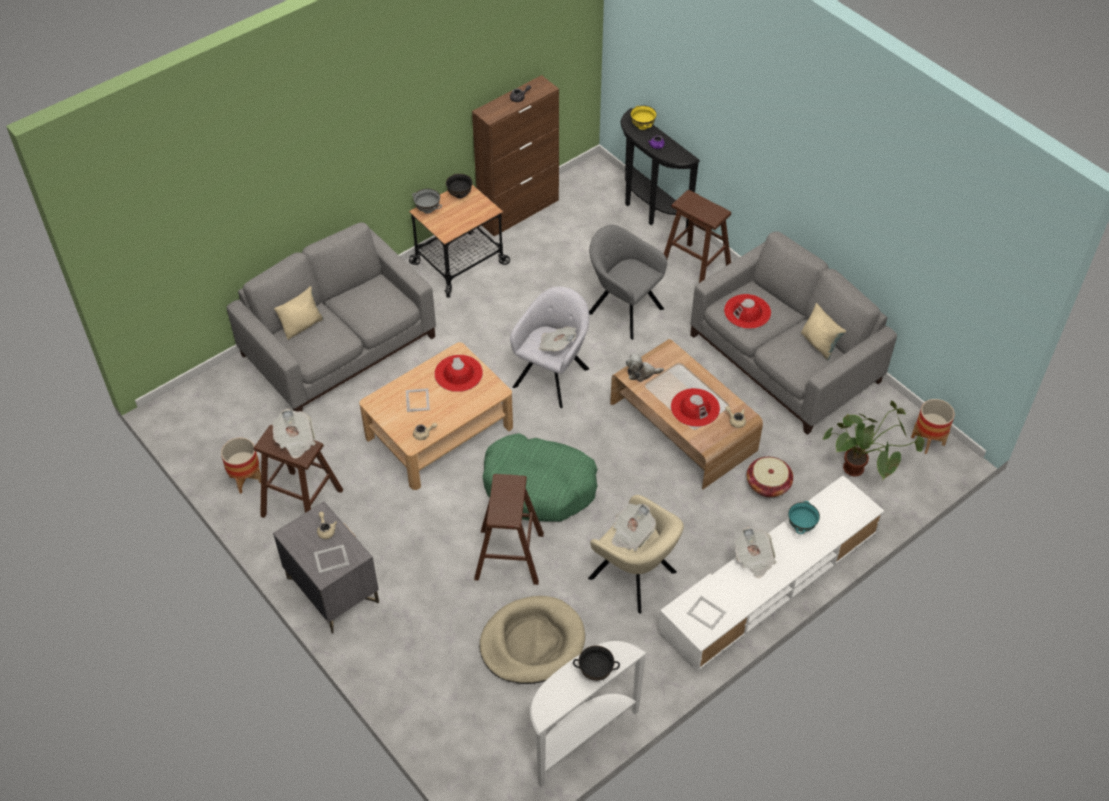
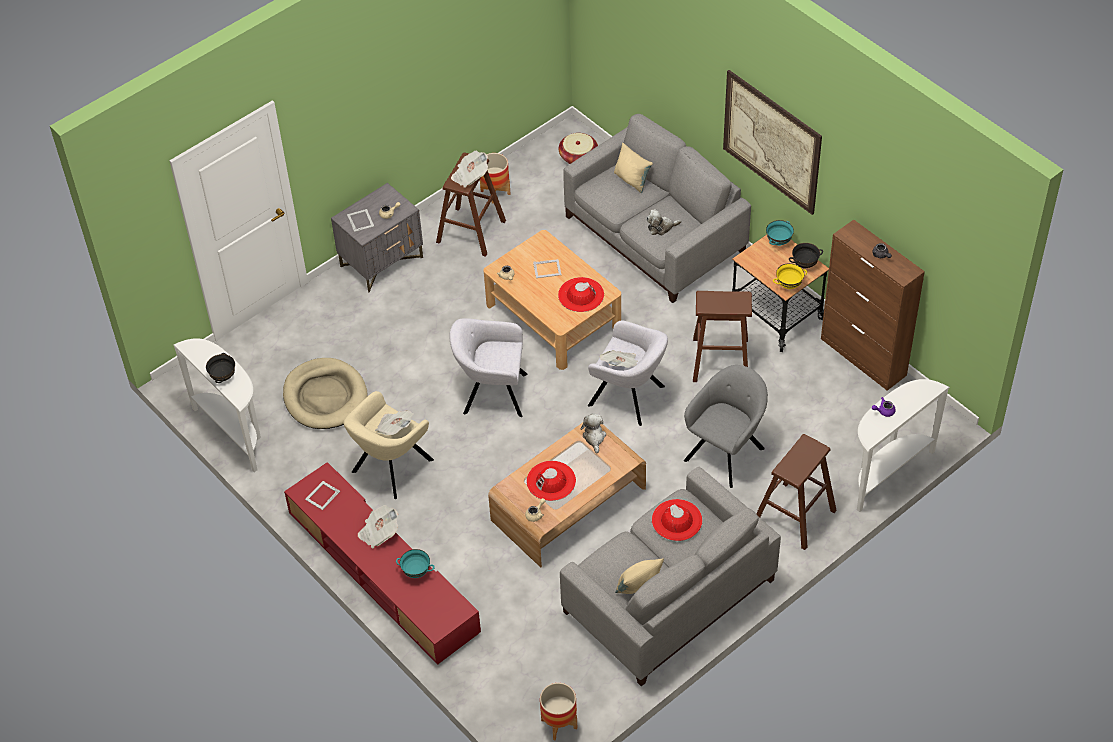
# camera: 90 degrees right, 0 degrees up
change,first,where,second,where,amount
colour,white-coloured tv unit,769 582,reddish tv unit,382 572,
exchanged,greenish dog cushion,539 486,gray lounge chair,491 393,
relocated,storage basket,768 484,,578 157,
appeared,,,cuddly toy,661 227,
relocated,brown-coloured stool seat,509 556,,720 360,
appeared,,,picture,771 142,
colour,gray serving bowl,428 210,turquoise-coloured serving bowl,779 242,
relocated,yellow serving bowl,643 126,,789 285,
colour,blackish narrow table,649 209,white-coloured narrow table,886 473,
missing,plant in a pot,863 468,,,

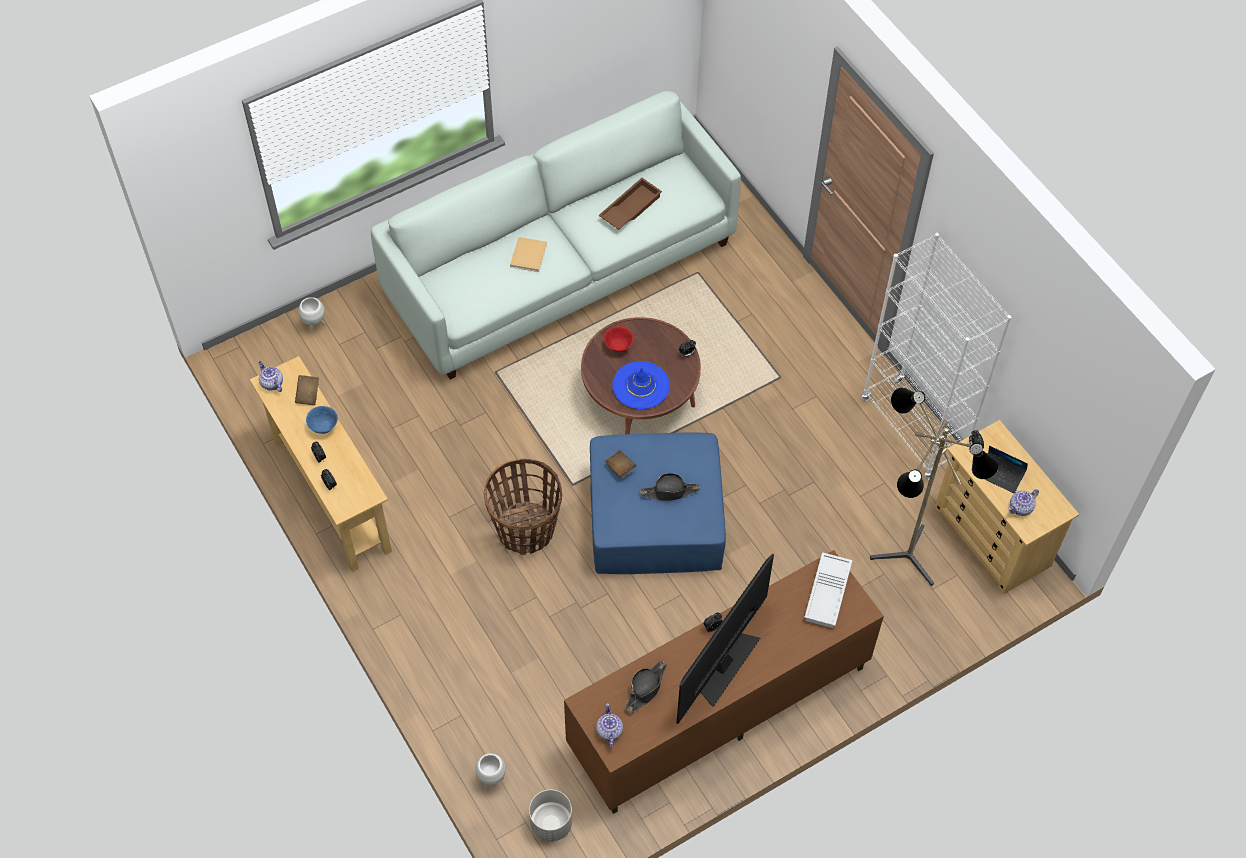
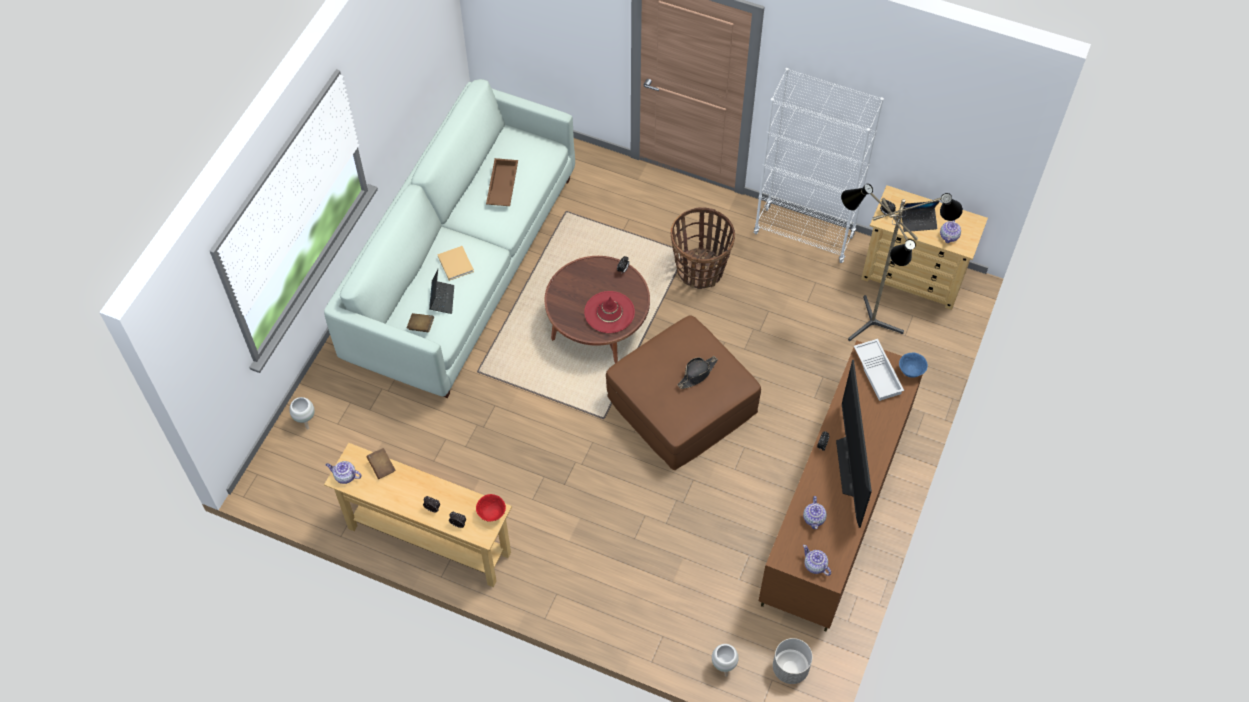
# camera: 35 degrees left, 0 degrees up
change,first,where,second,where,amount
relocated,brown-coloured book,620 468,,421 326,
appeared,,,portable computer,442 299,
relocated,reddish serving bowl,618 346,,491 514,
colour,bluish clothing hat,641 385,reddish clothing hat,609 312,
colour,bluish ottoman,656 518,brown-coloured ottoman,682 404,
relocated,storage basket,526 529,,700 270,
exchanged,blackish clothing hat,646 688,tea pot,814 518,
relocated,bluish serving bowl,324 427,,911 371,

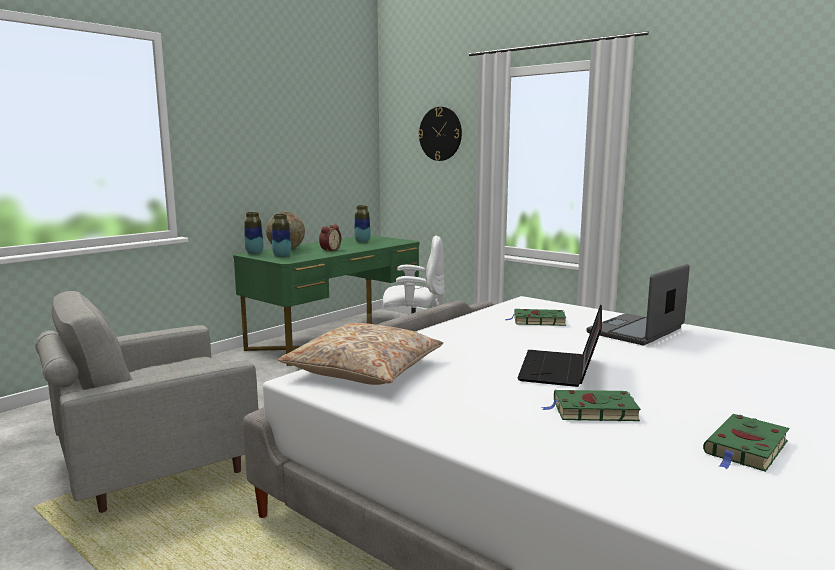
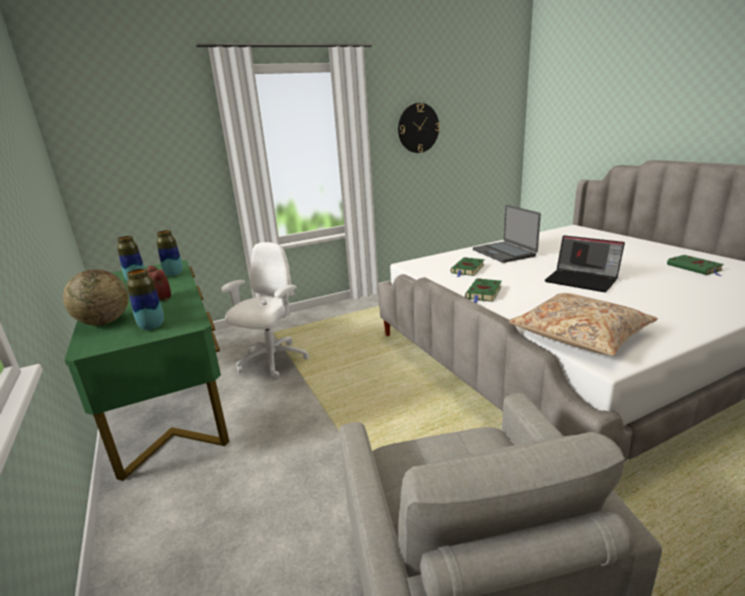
# camera: 65 degrees left, 10 degrees up
change,first,where,second,where,amount
relocated,vase,254 253,,174 274,
relocated,clock on the wall,440 134,,418 128,
relocated,greenish book,592 411,,483 293,

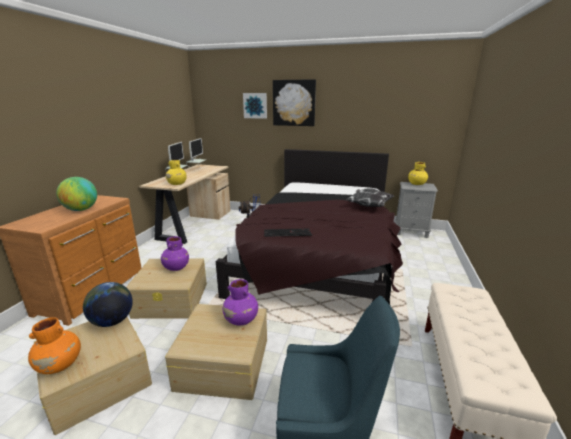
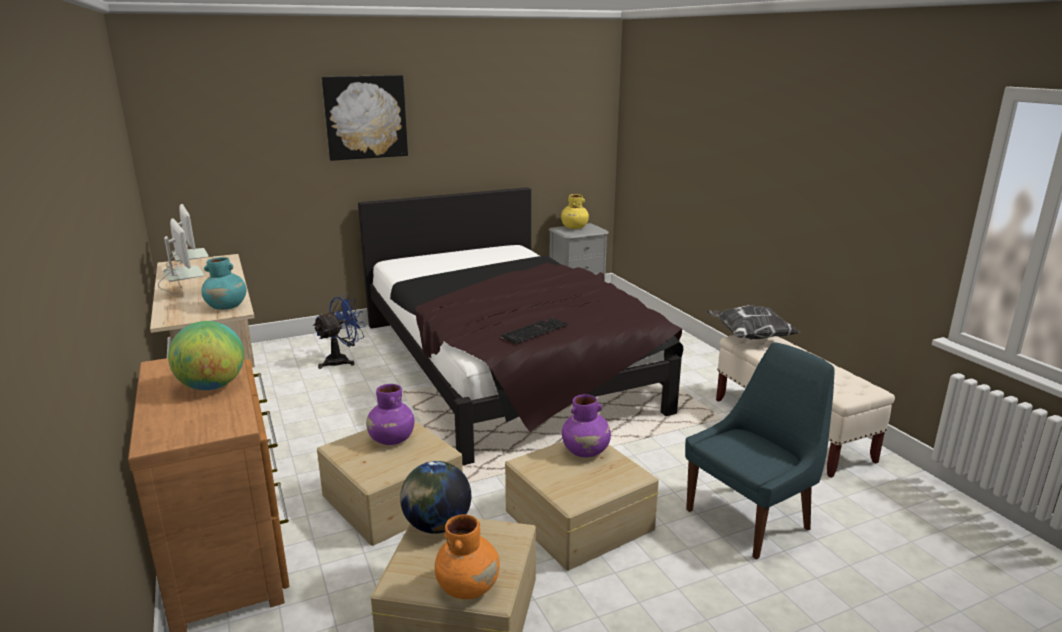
# camera: 40 degrees left, 0 degrees up
change,first,where,second,where,amount
colour,yellow vase,177 184,turquoise-coloured vase,227 307,
relocated,throw pillow,368 206,,749 336,
missing,picture,255 105,,,

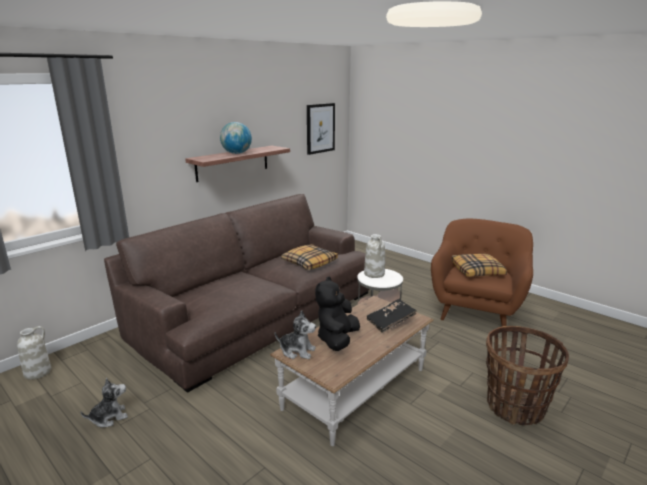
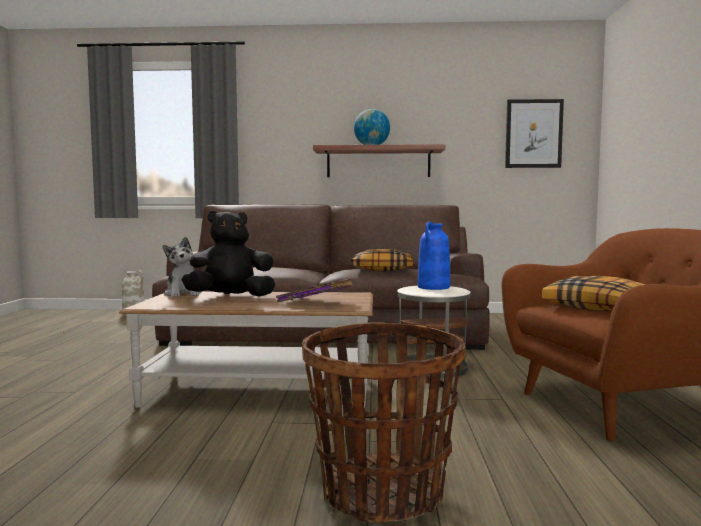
# camera: 50 degrees right, 15 degrees down
change,first,where,second,where,amount
colour,blackish book,390 322,purple-coloured book,315 303,
colour,white-coloured vase,374 274,bluish vase,433 287,
missing,cuddly toy,109 417,,,

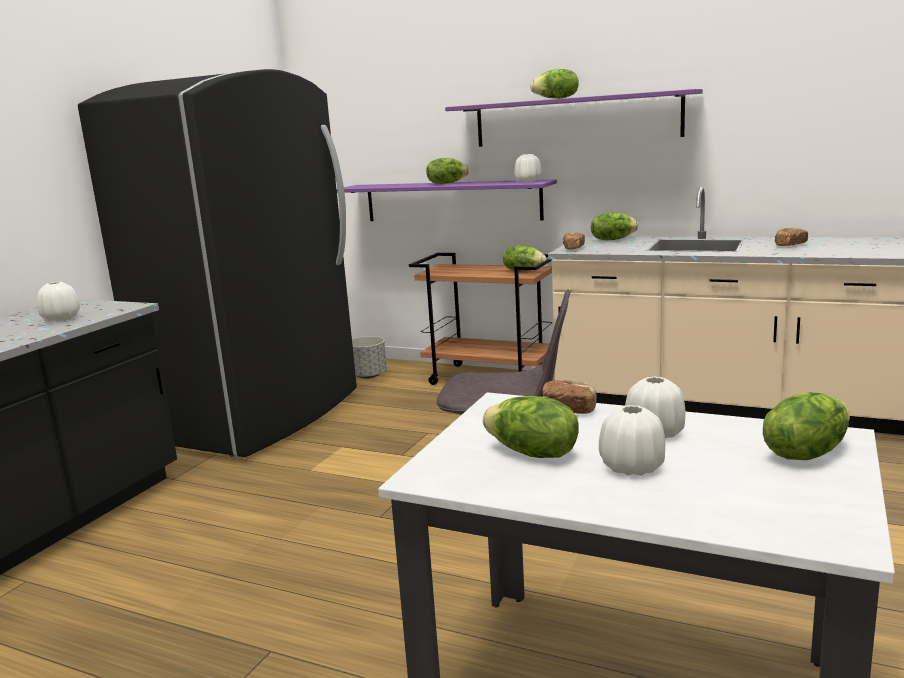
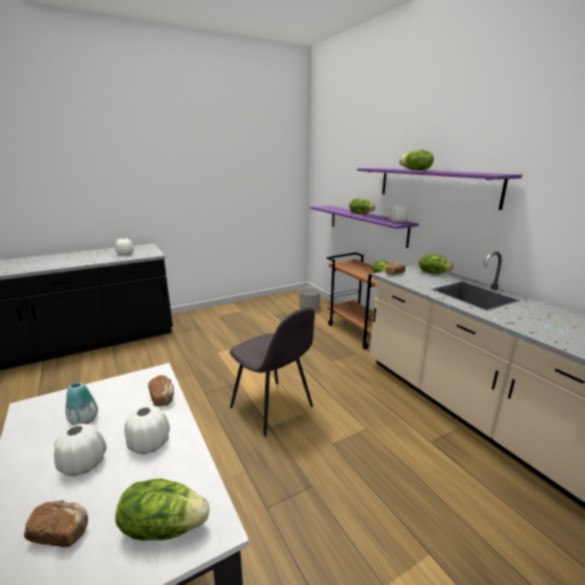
# camera: 35 degrees right, 5 degrees up
change,first,where,second,where,amount
relocated,bakery bread,789 245,,61 532,
exchanged,lettuce head,532 453,vase,84 420,
missing,blackish refrigerator,259 416,,,

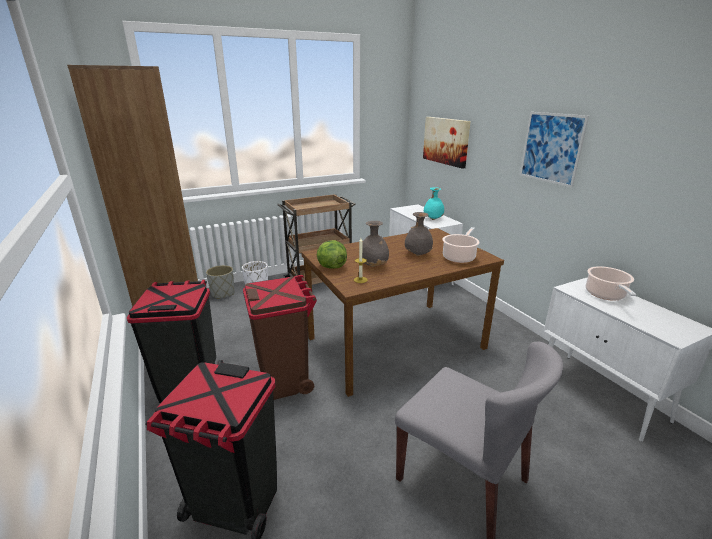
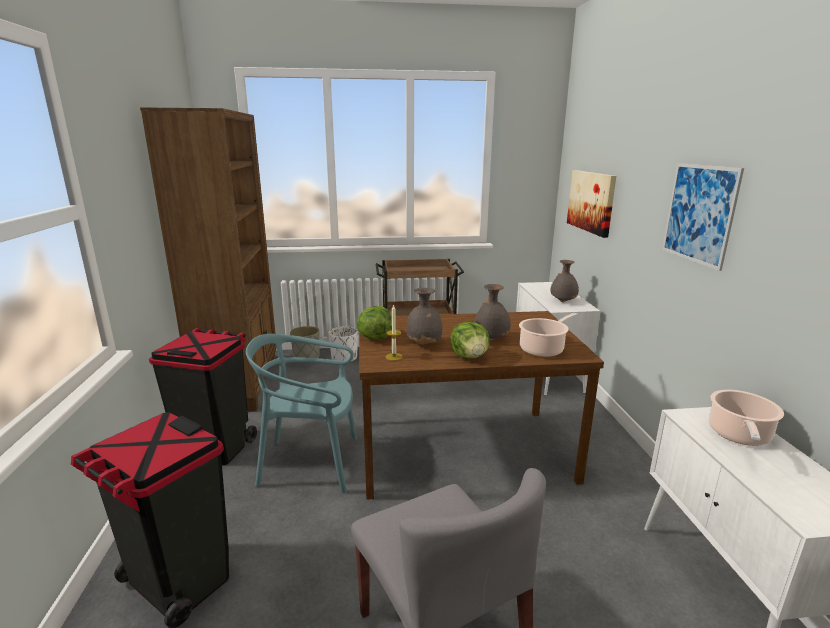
# camera: 20 degrees right, 5 degrees down
change,first,where,second,where,amount
exchanged,brown-coloured rubbish bin,285 379,turquoise-coloured upright chair,311 463,
appeared,,,lettuce head,470 357,
colour,turquoise-coloured vase,433 219,gray vase,563 301,

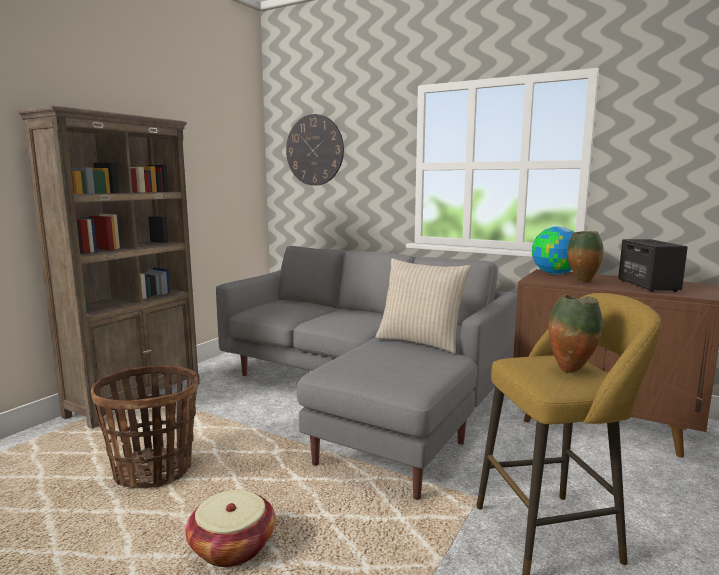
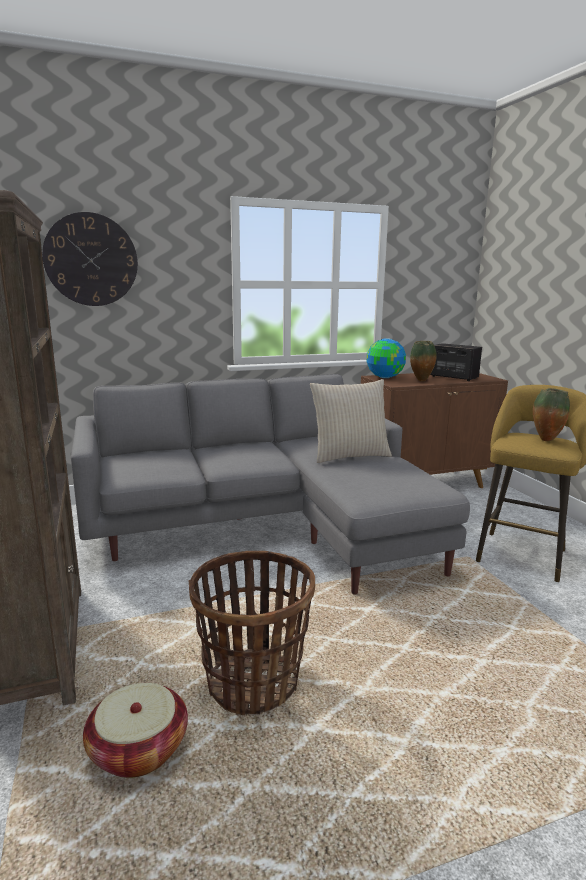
# camera: 50 degrees left, 5 degrees up
change,first,where,second,where,amount
relocated,storage basket,232 547,,138 749,

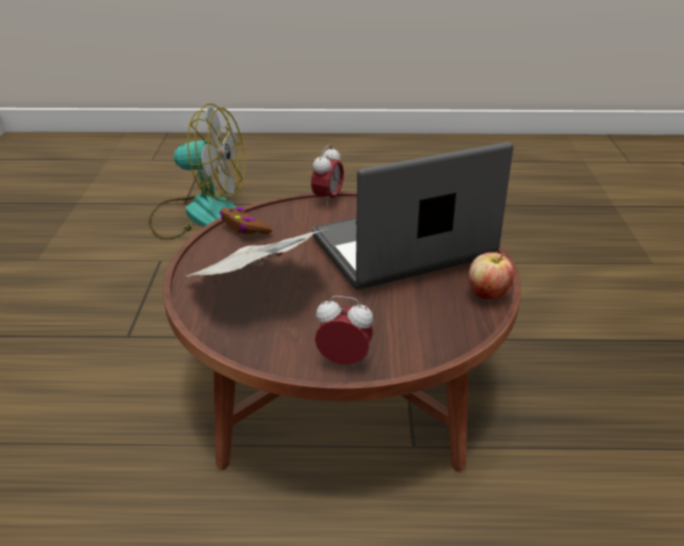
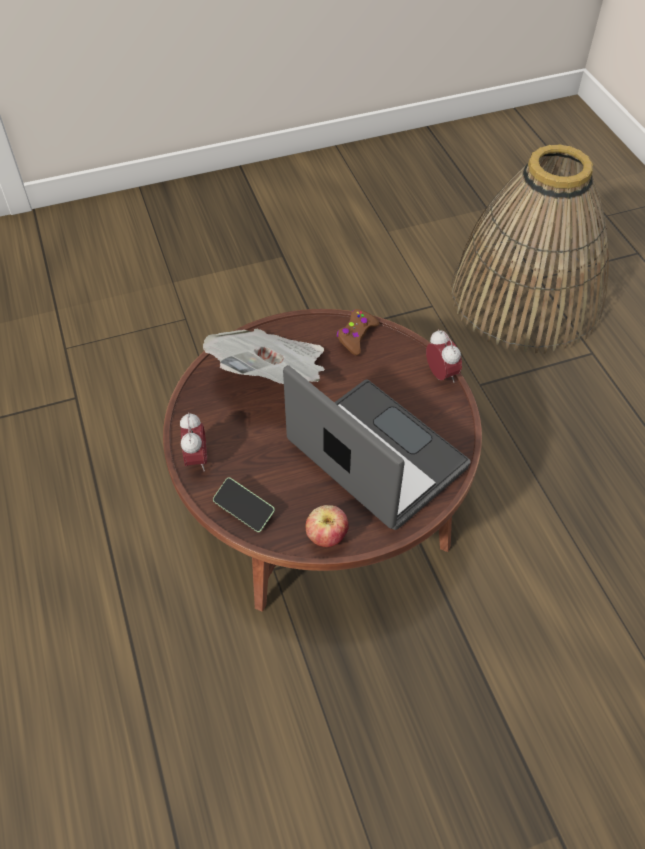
# camera: 70 degrees right, 20 degrees up
change,first,where,second,where,amount
appeared,,,handset,244 509,
spun,bedside clock,327 199,,441 374,120 degrees counterclockwise
exchanged,cooling fan,199 214,storage basket,525 297,

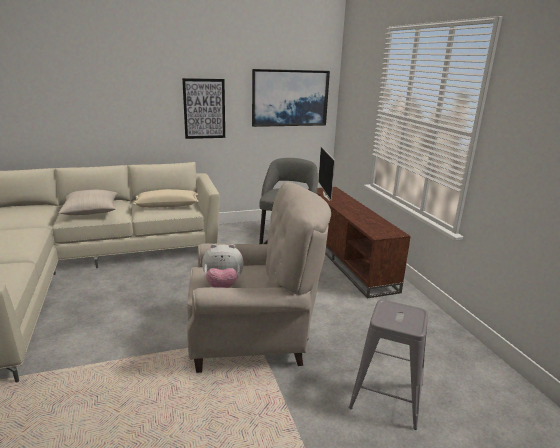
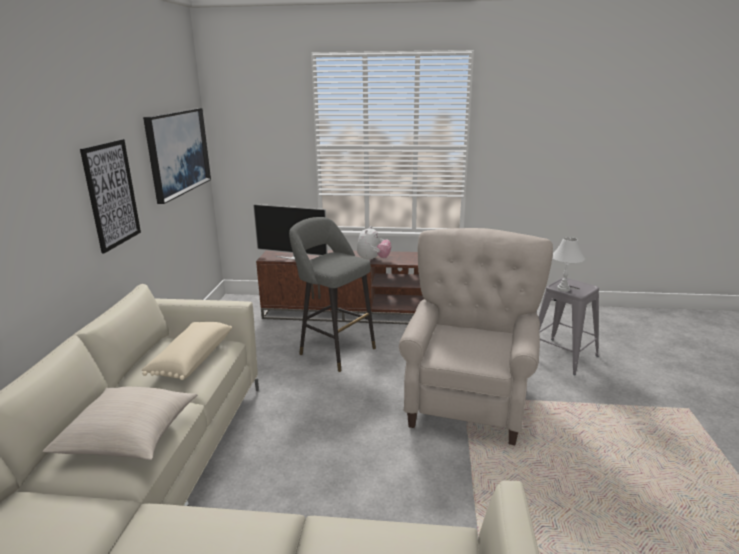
# camera: 65 degrees left, 0 degrees up
change,first,where,second,where,amount
relocated,cuddly toy,223 286,,373 260,
appeared,,,white-coloured table lamp,563 289,

